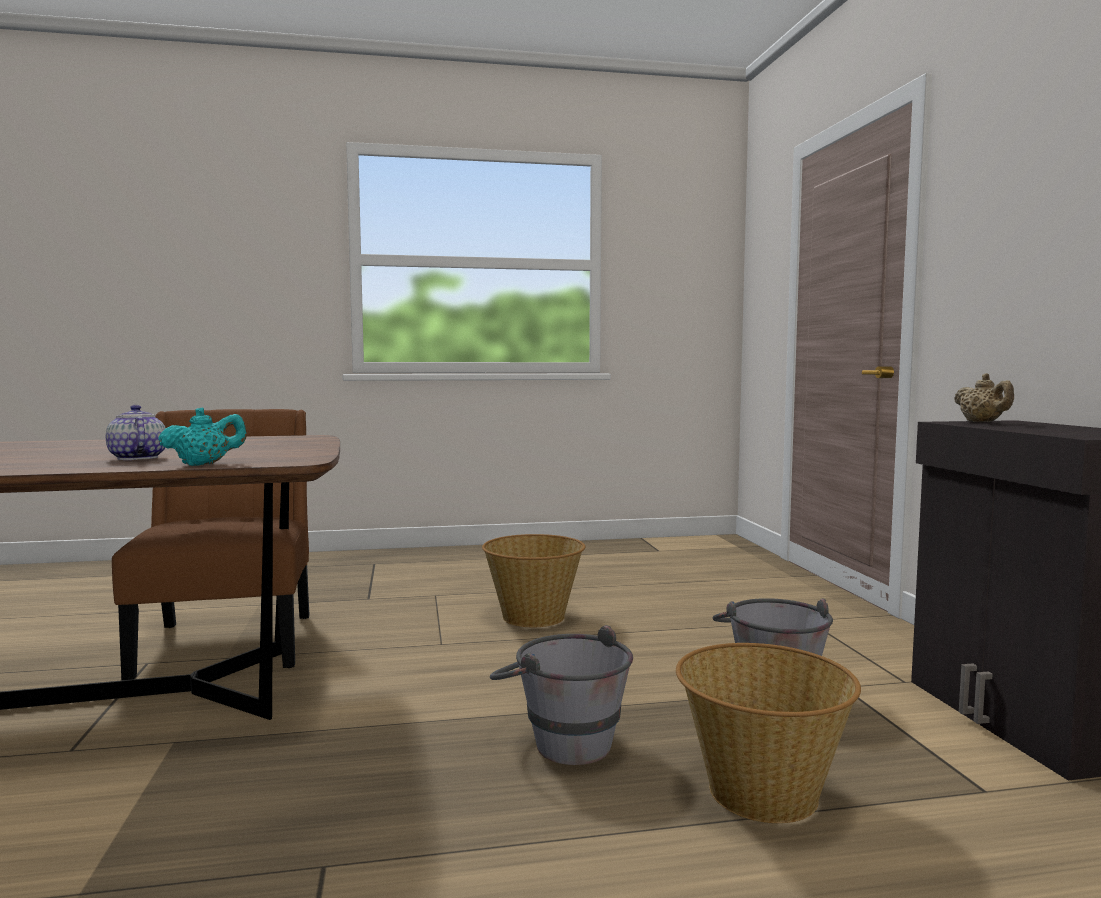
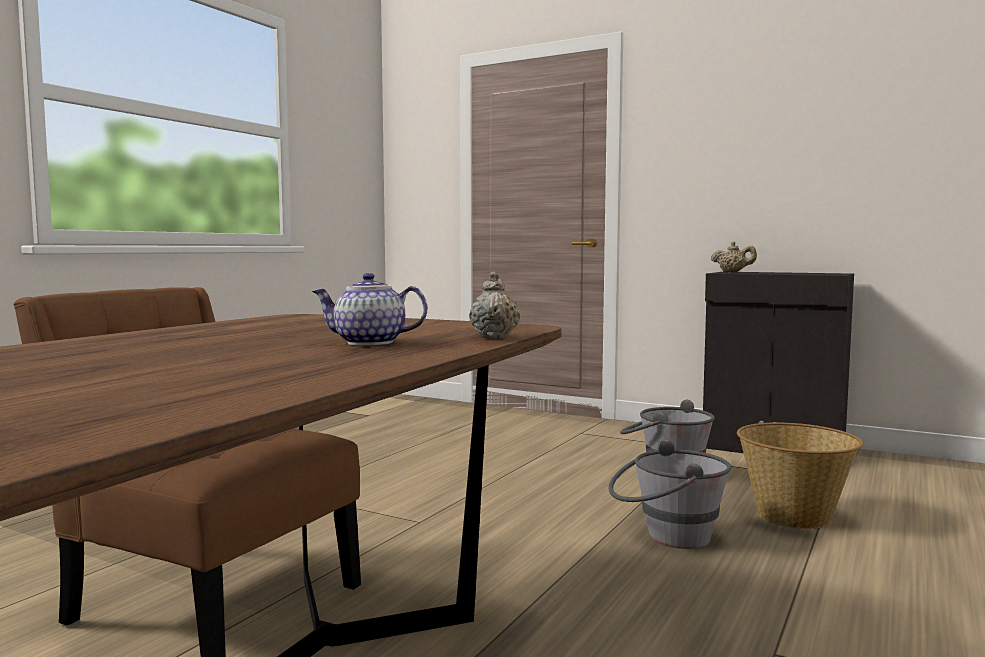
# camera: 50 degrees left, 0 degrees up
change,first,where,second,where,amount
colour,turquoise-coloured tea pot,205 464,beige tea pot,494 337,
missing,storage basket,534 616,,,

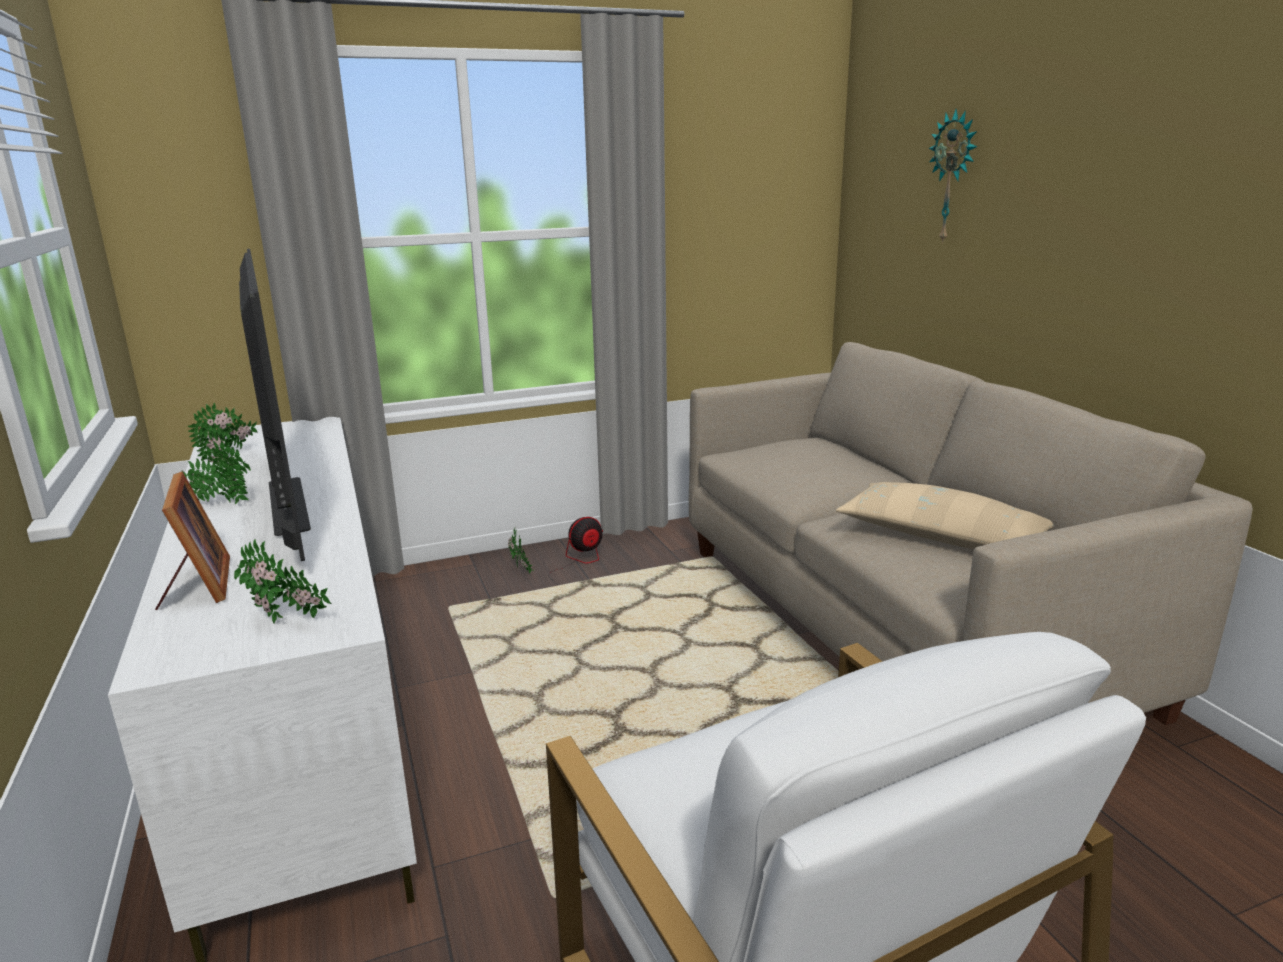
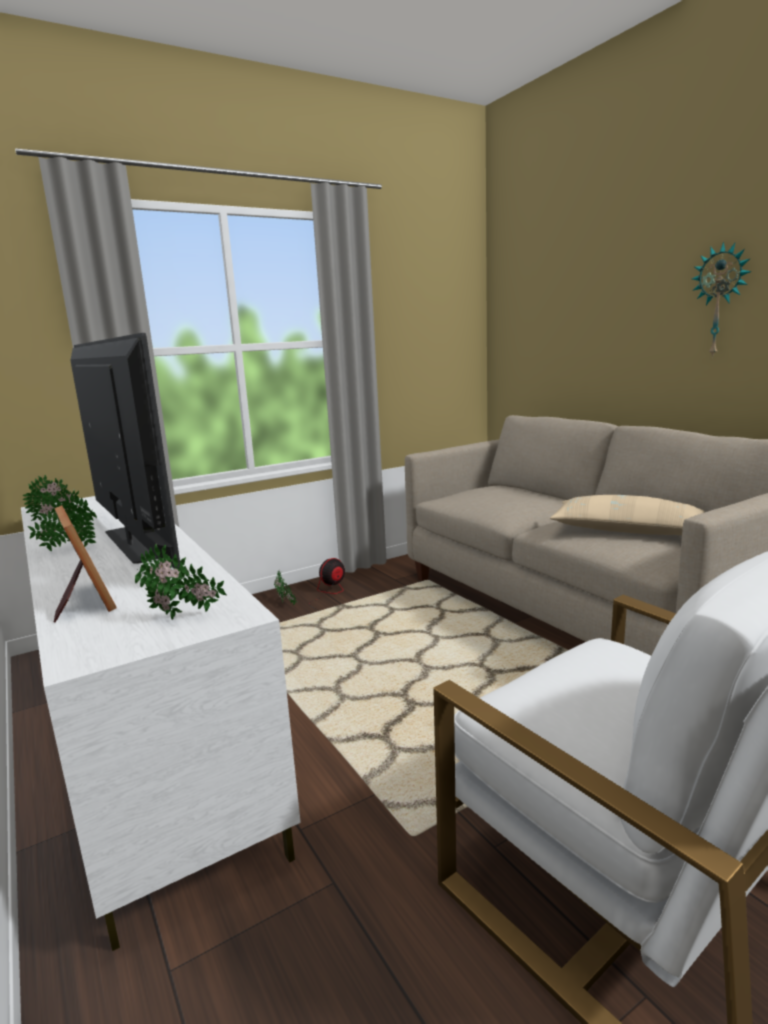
# camera: 10 degrees left, 5 degrees down
change,first,where,second,where,amount
relocated,clock on the wall,953 177,,720 301,

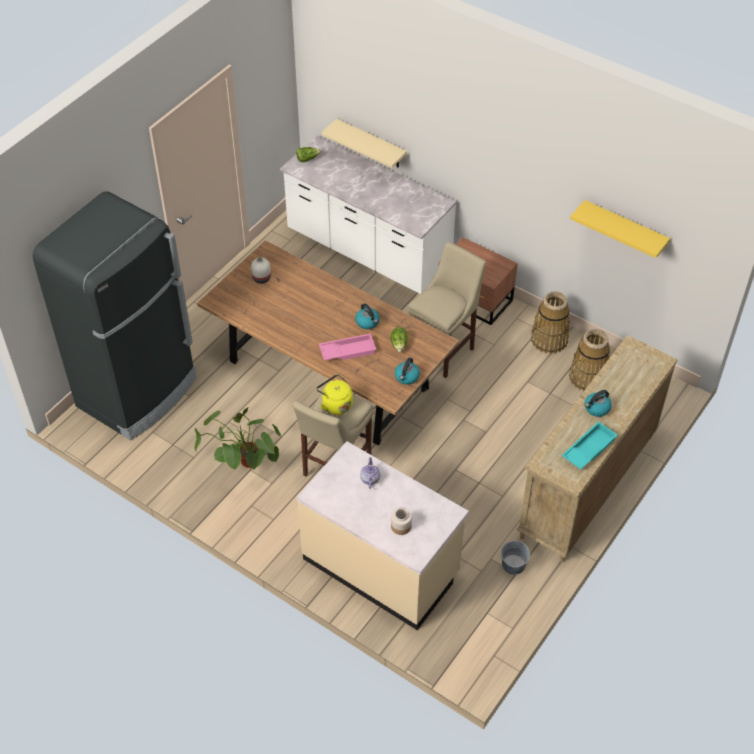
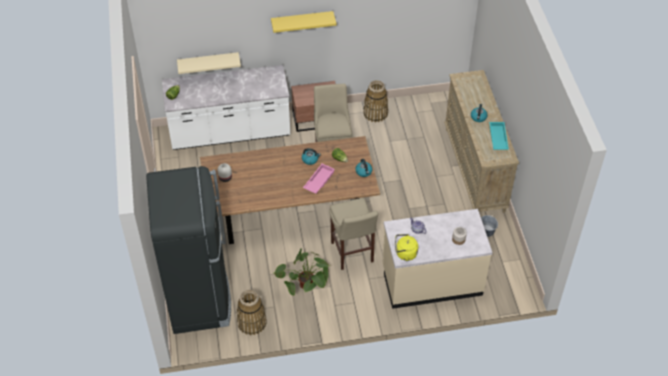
# camera: 45 degrees left, 0 degrees up
change,first,where,second,where,amount
relocated,storage basket,587 377,,251 322,
relocated,yellow wall shelf,624 229,,302 21,
relocated,yellow water kettle,335 404,,405 254,

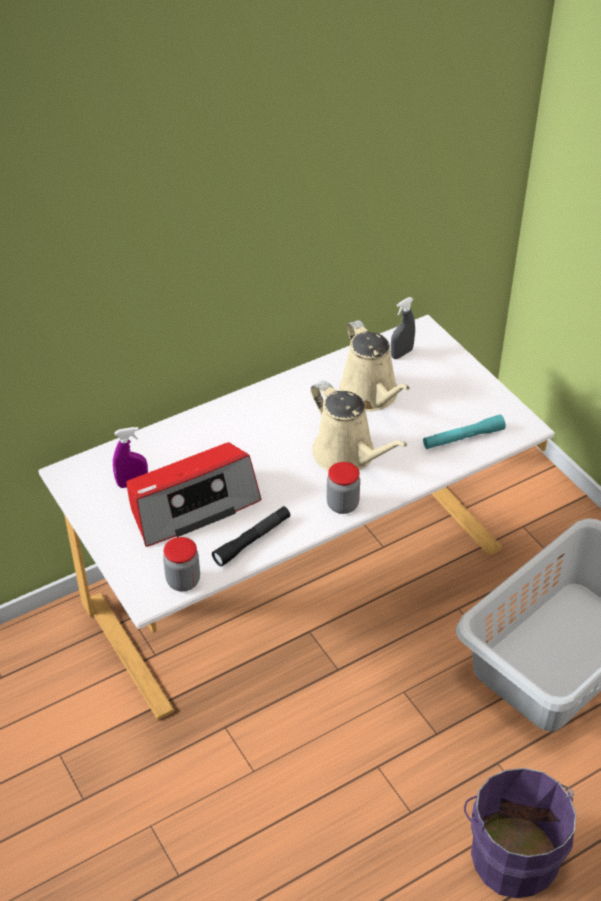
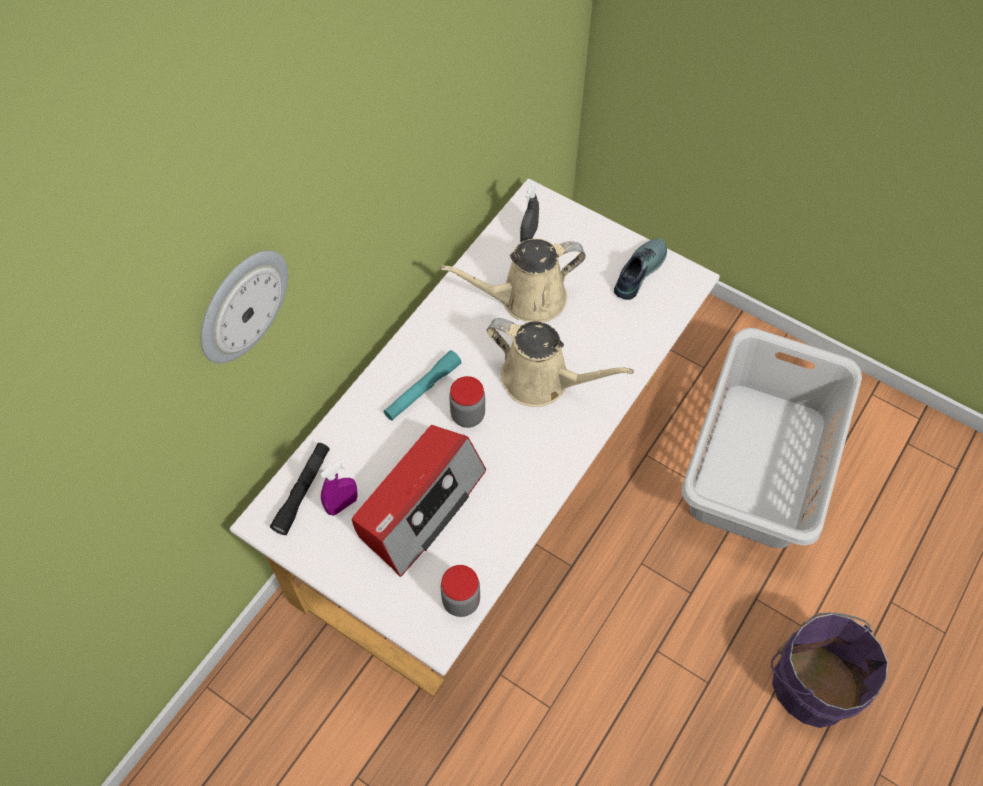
# camera: 25 degrees left, 15 degrees up
change,first,where,second,where,amount
appeared,,,clock on the wall,241 305,
relocated,blackish torch,252 540,,302 491,
relocated,turquoise-coloured torch,463 438,,422 390,
spun,beige watering can,371 395,,526 299,120 degrees clockwise
relocated,storage jar,342 504,,467 415,
appeared,,,item of footwear,637 271,

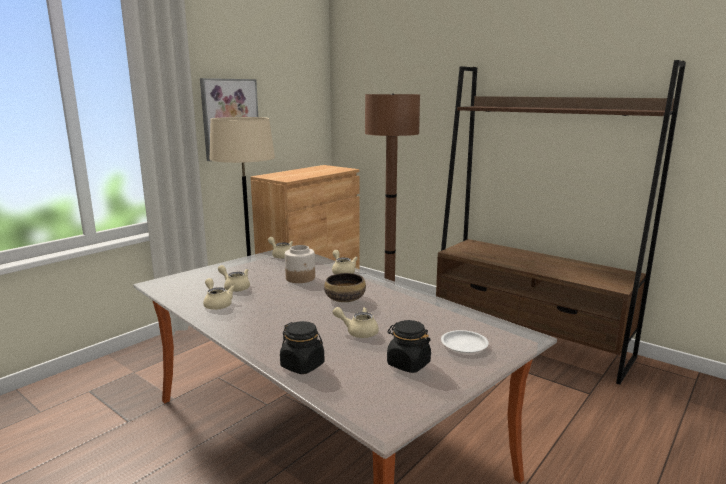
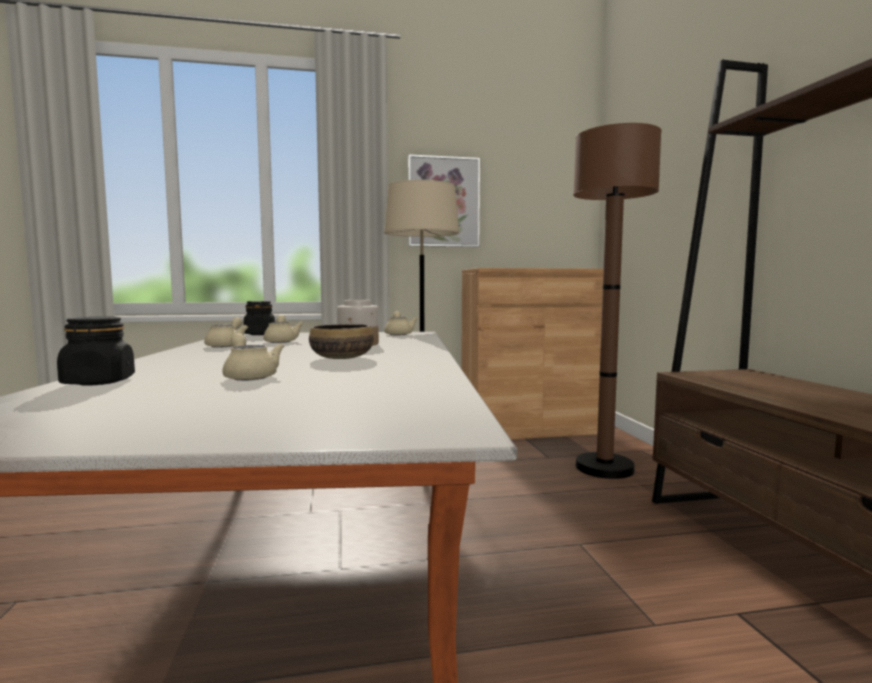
# camera: 40 degrees right, 10 degrees down
change,first,where,second,where,amount
relocated,blackish storage jar,408 364,,260 334,
missing,beige tea pot,342 271,,,
missing,white-coloured plate,464 344,,,

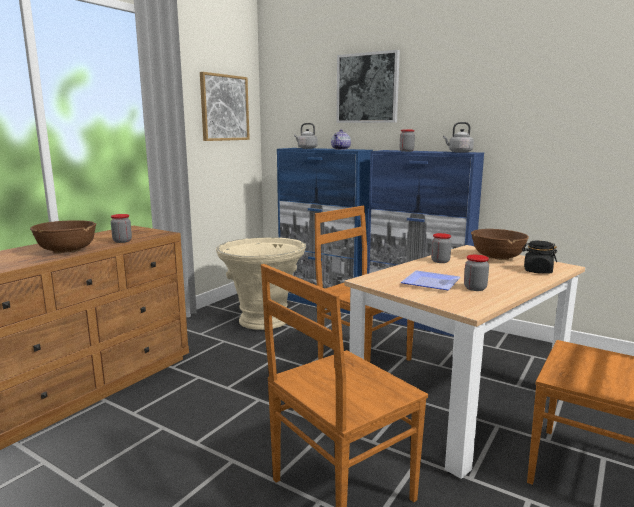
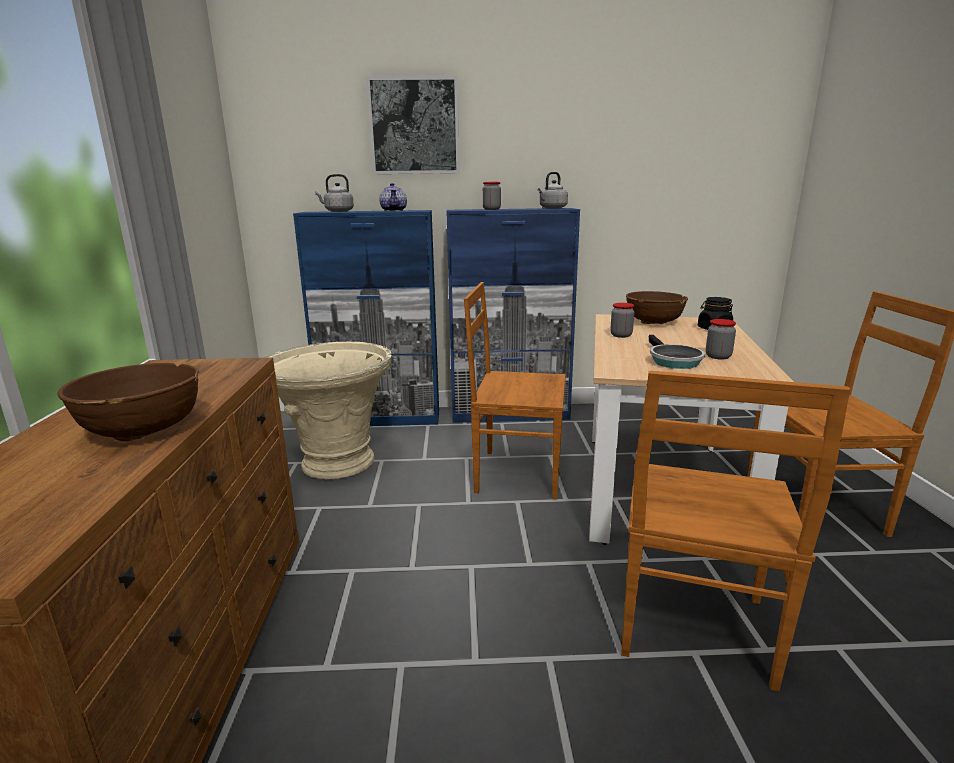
# camera: 35 degrees left, 5 degrees up
change,first,where,second,where,amount
exchanged,plate,428 283,pan,672 361,
missing,storage jar,122 241,,,
missing,picture,224 108,,,

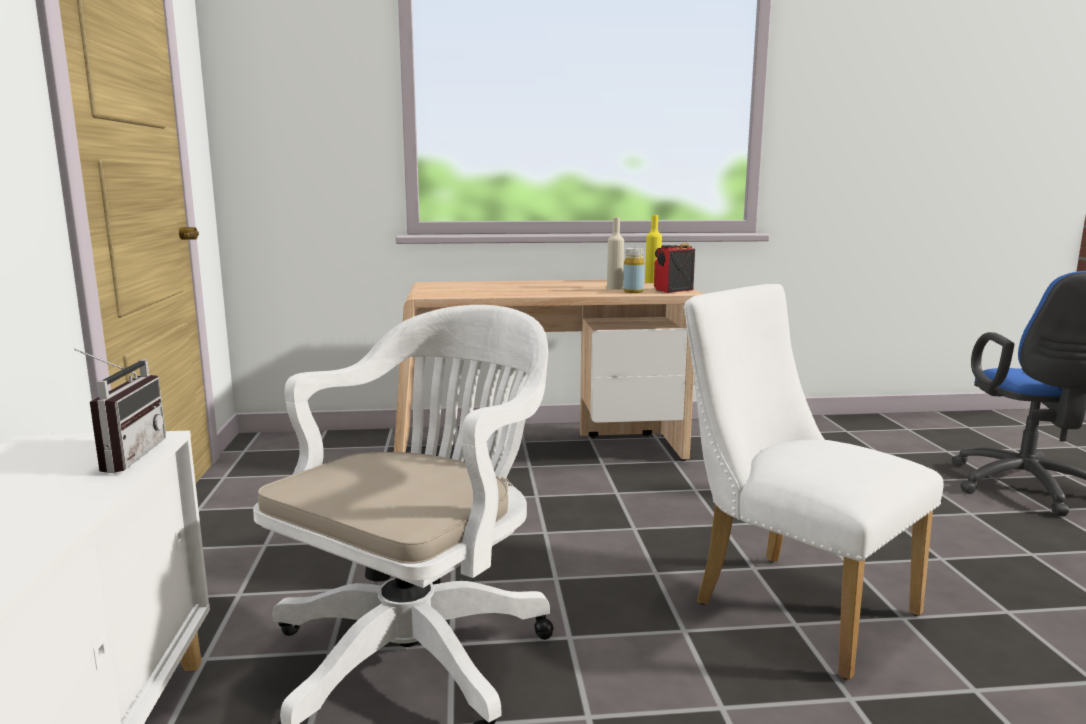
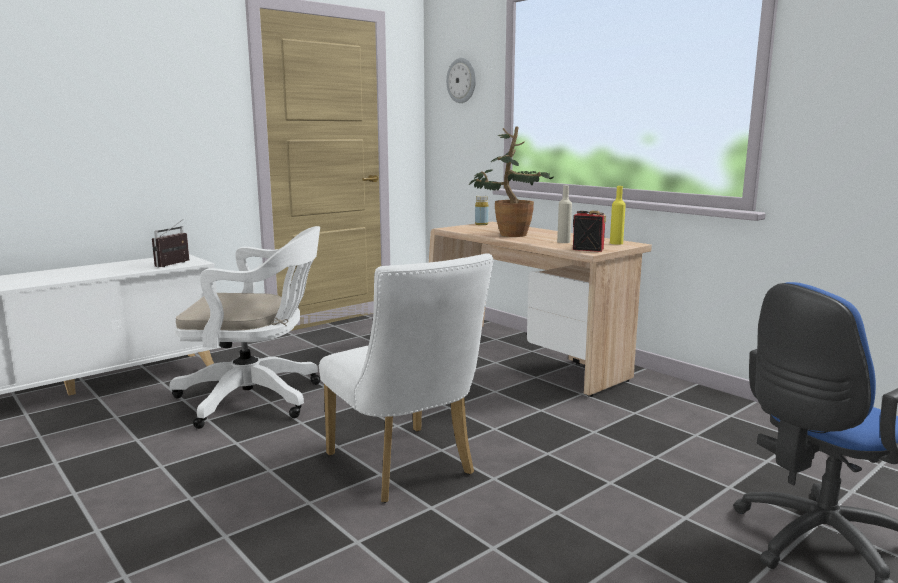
# camera: 55 degrees right, 0 degrees up
change,first,where,second,where,amount
spun,radio set,123 456,,175 265,150 degrees clockwise
spun,white-coloured upright chair,790 603,,406 468,135 degrees clockwise
appeared,,,clock on the wall,462 80,
appeared,,,plant in a pot,508 234,
relocated,yellow bottle,633 292,,481 224,

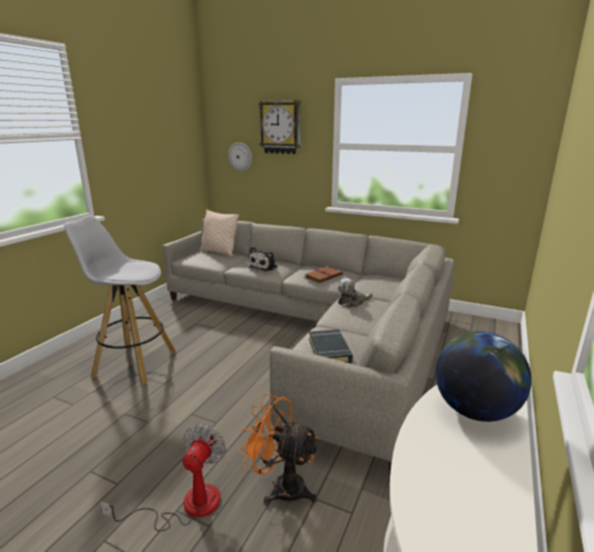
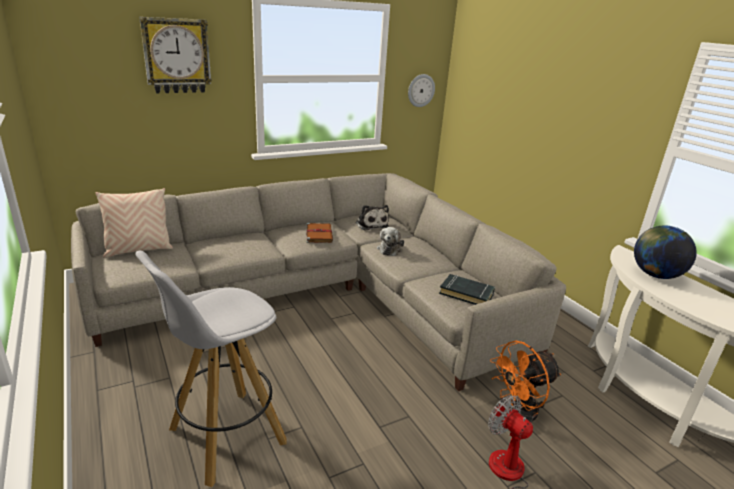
# camera: 55 degrees left, 5 degrees up
change,first,where,second,where,amount
relocated,cuddly toy,264 267,,371 224,
relocated,clock on the wall,240 156,,420 90,

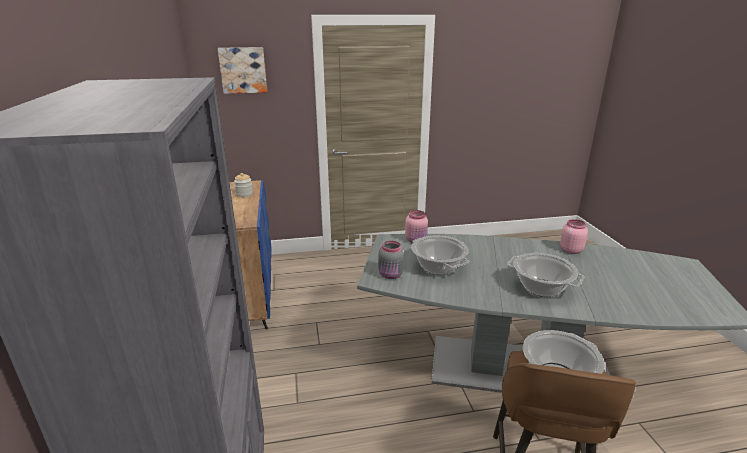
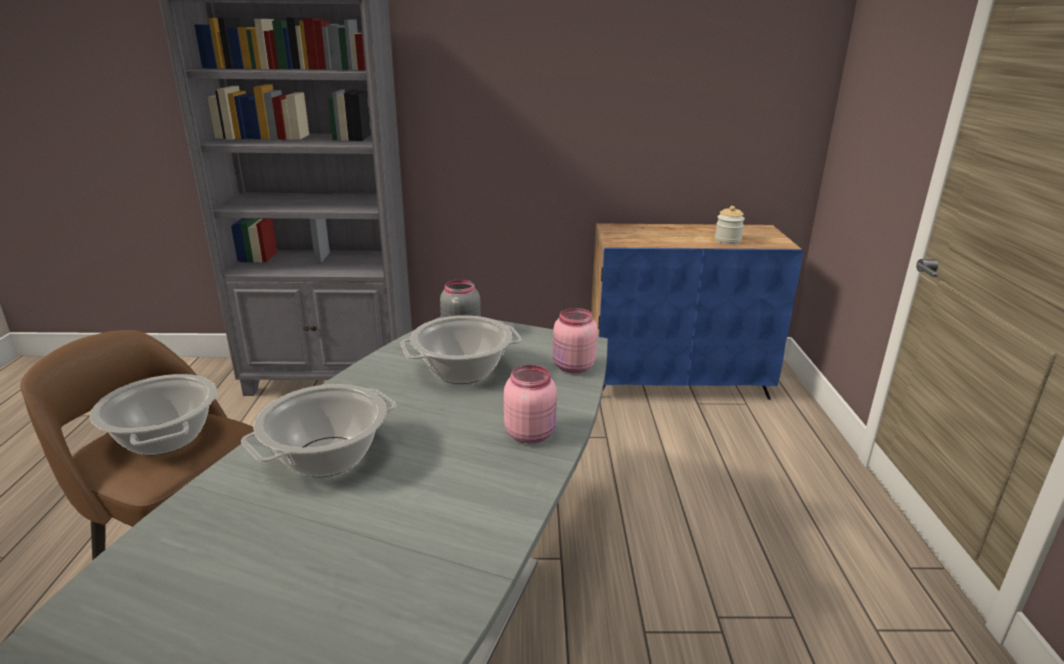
# camera: 100 degrees right, 0 degrees up
change,first,where,second,where,amount
relocated,pink storage jar,570 250,,530 433,
missing,picture,243 70,,,

